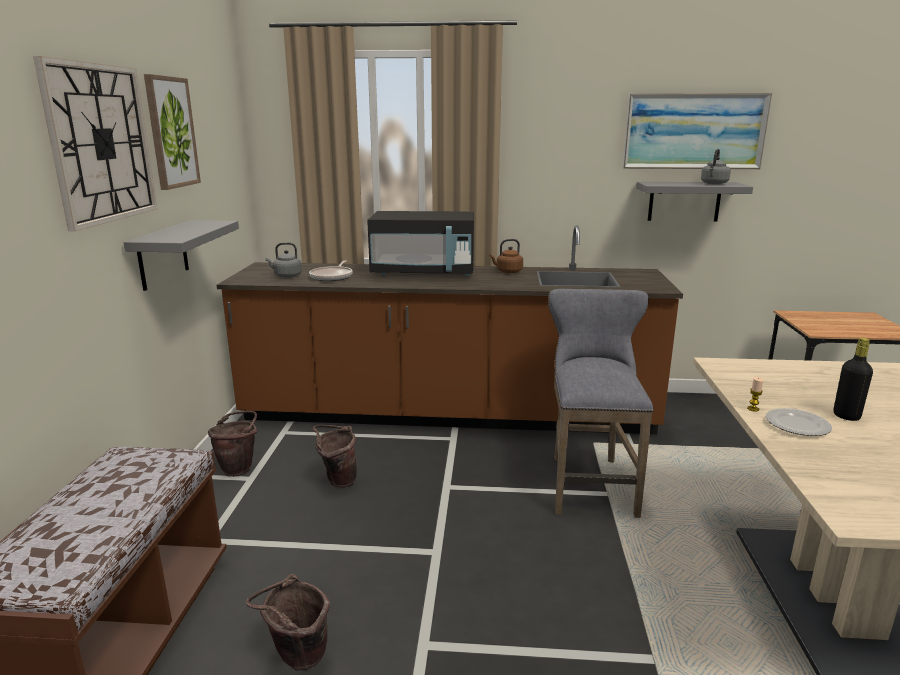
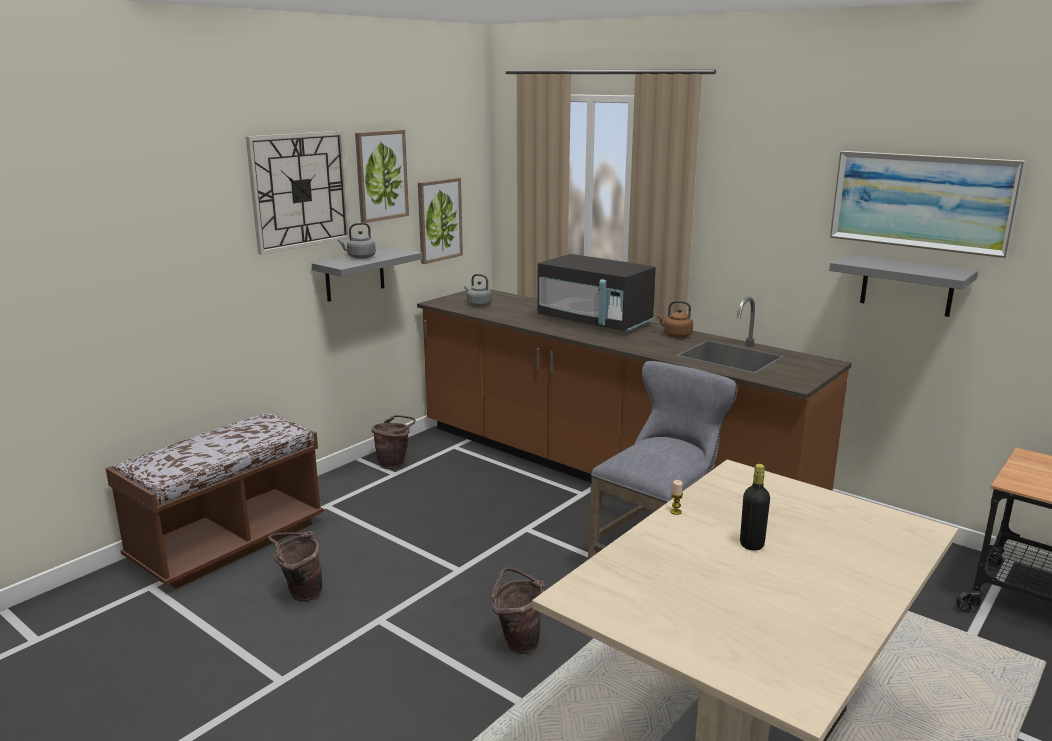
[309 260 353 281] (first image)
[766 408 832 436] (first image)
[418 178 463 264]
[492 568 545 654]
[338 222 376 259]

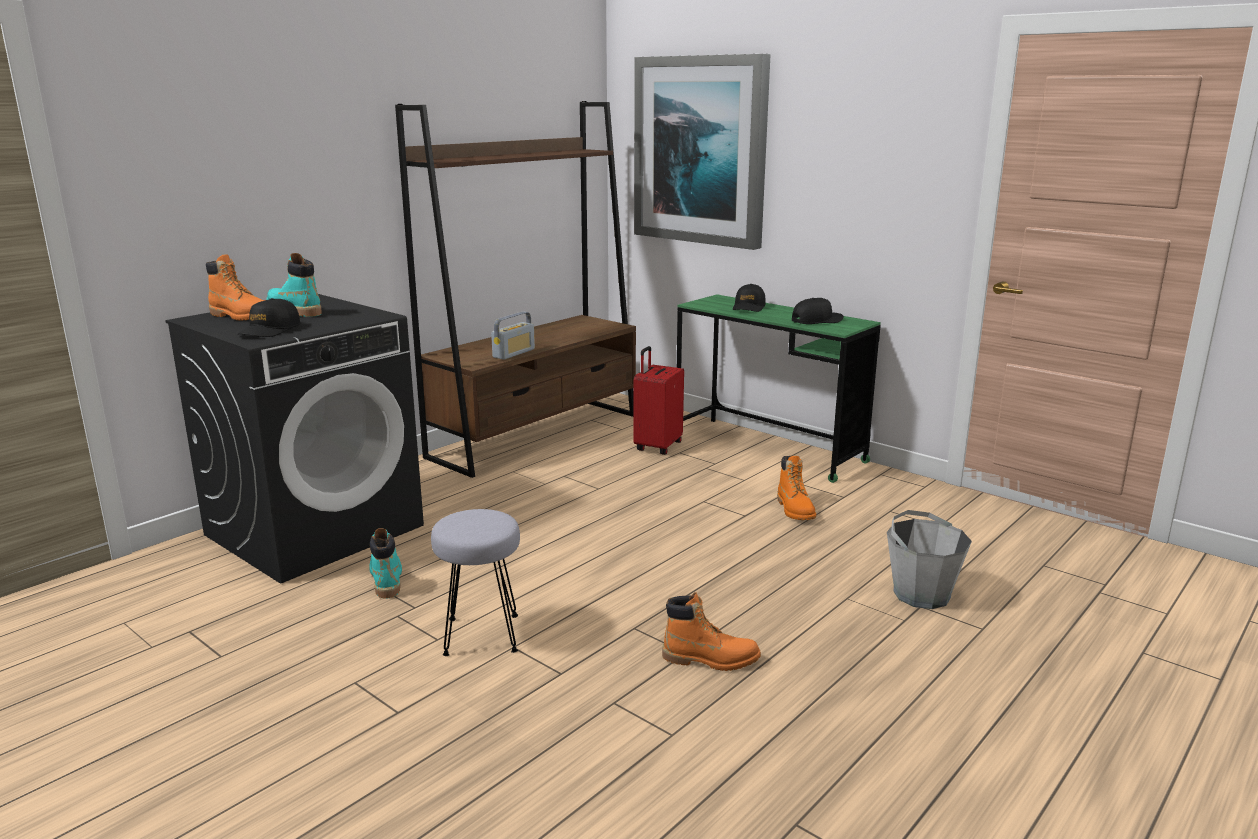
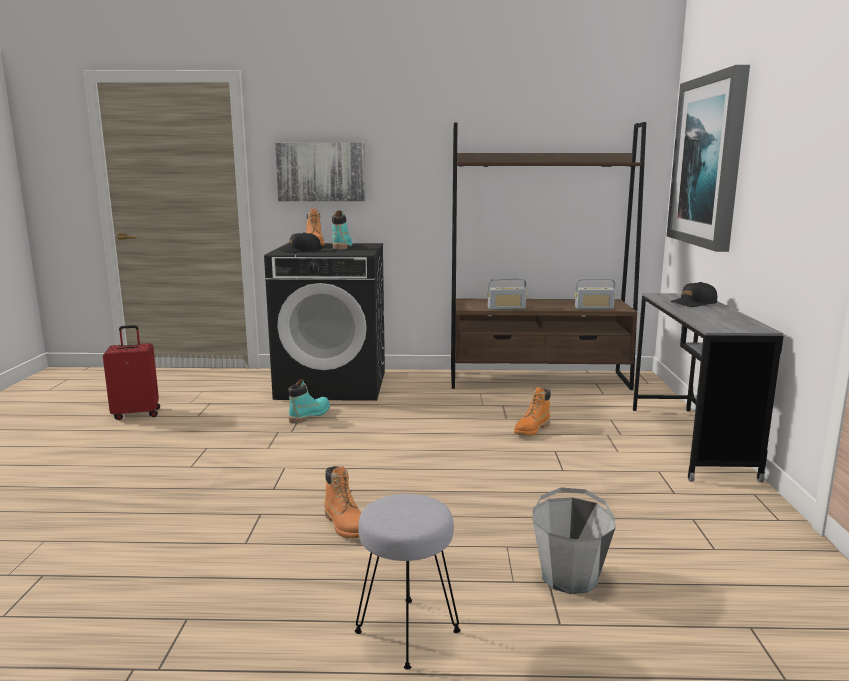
[792 298 844 324] (first image)
[275 143 366 201]
[575 279 615 309]
[355 494 460 669]
[103 325 160 420]
[514 387 551 435]
[633 293 784 482]

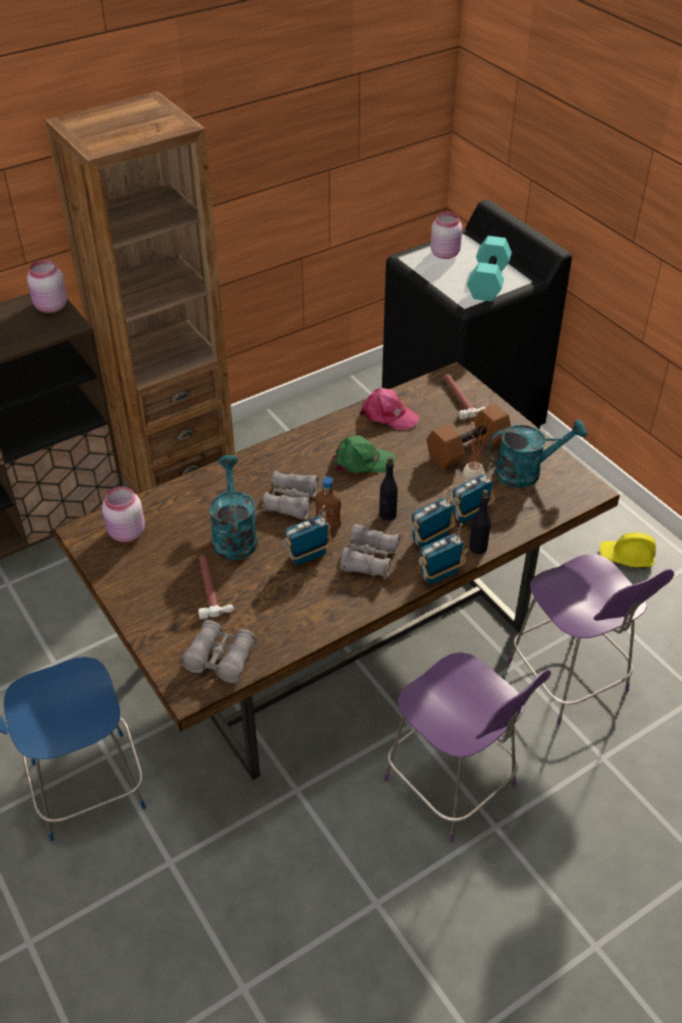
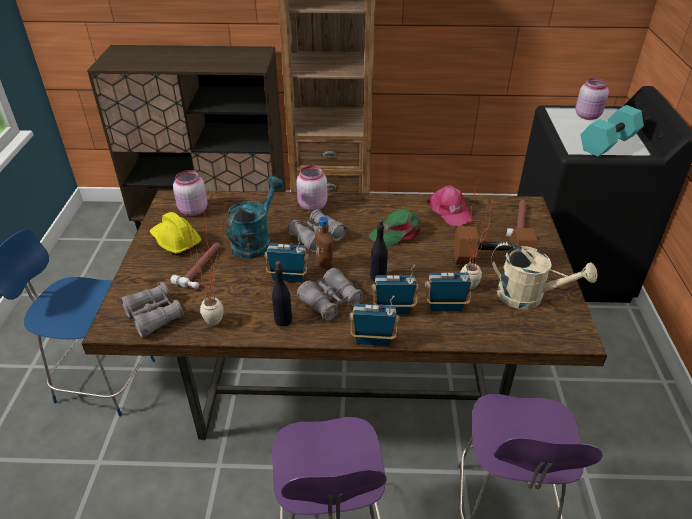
[187 207 224 326]
[296 166 328 211]
[272 261 292 327]
[150 212 201 255]
[491 241 597 309]
[368 209 421 247]

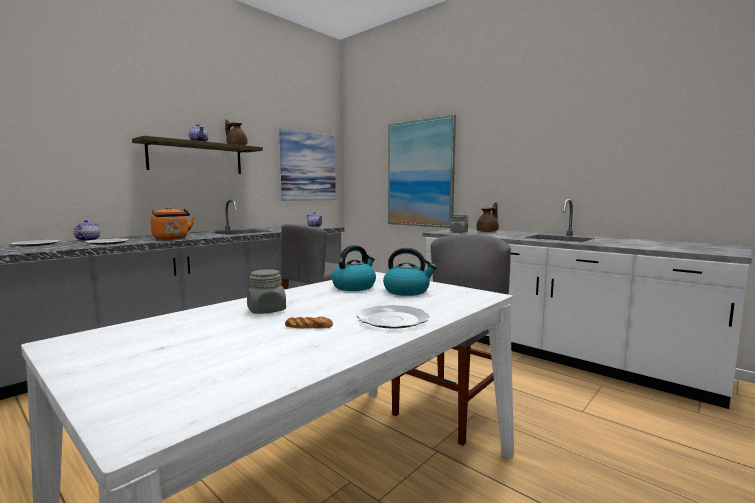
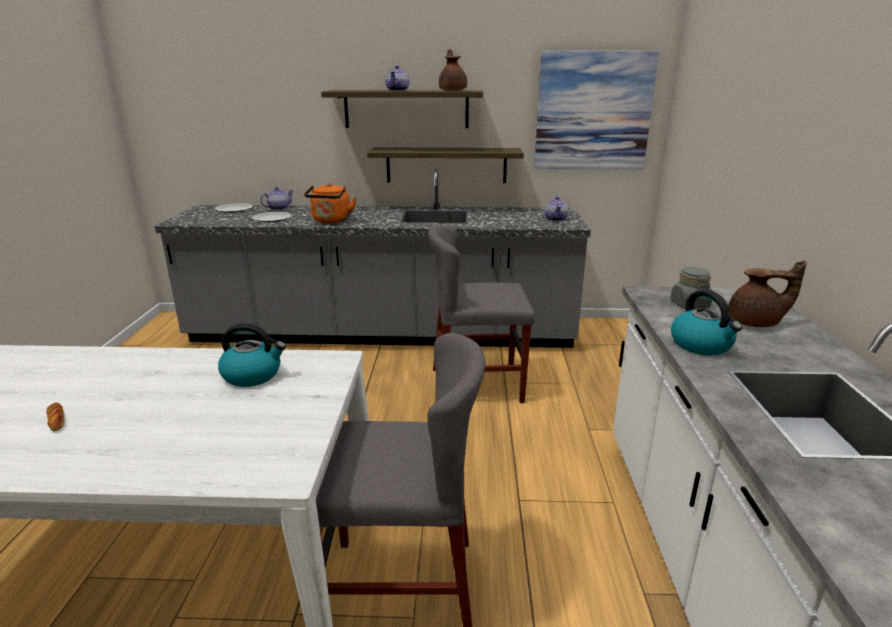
[247 269 286 314] (first image)
[357 305 429 329] (first image)
[388 115 456 228] (first image)
[367 147 524 183]
[671 290 742 355]

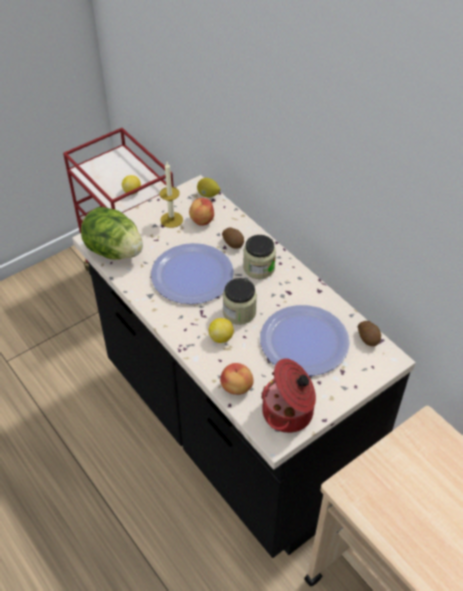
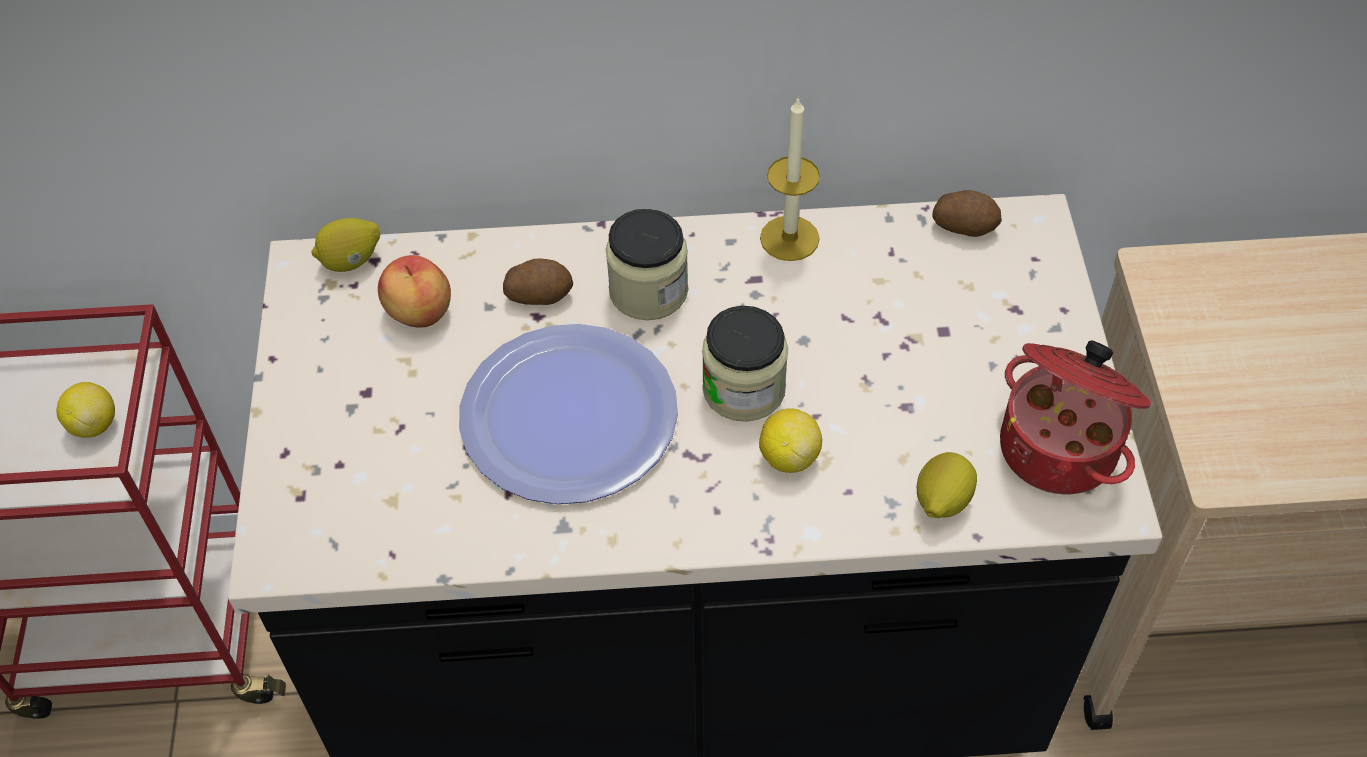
[81 207 143 260] (first image)
[260 305 350 376] (first image)
[760 96 820 261]
[917 452 977 518]

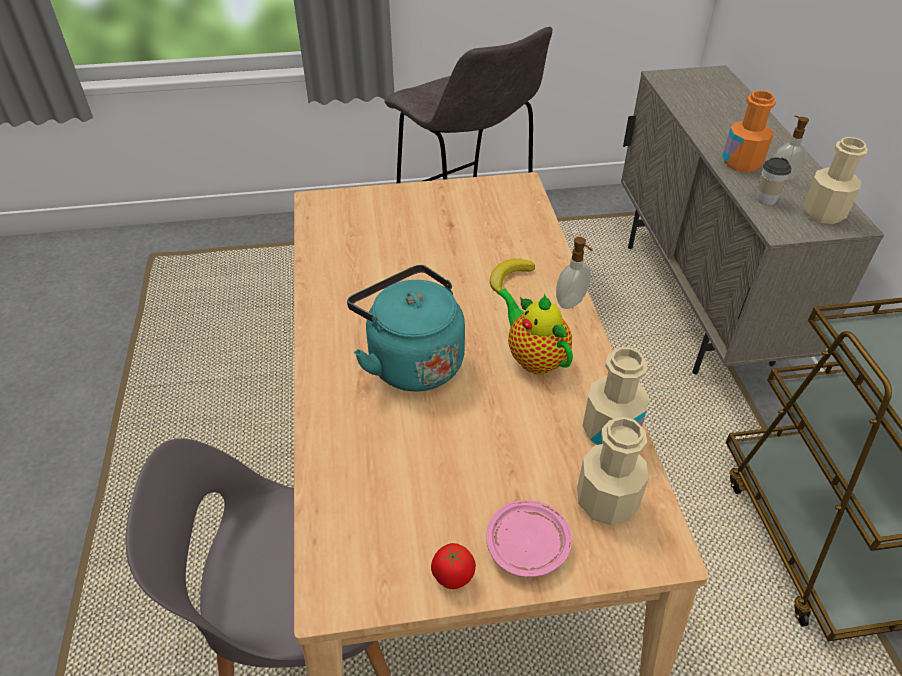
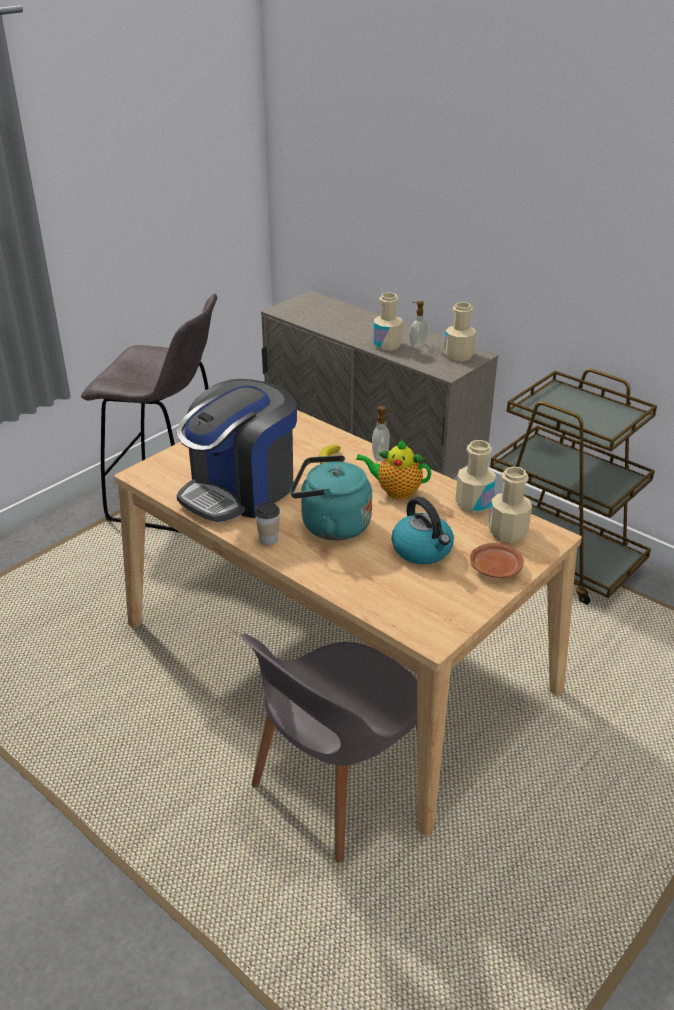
[431 543 476 589] (first image)
[176 379 297 522]
[391 497 454 565]
[255 501 280 545]
[470 543 524 578]
[373 293 403 351]

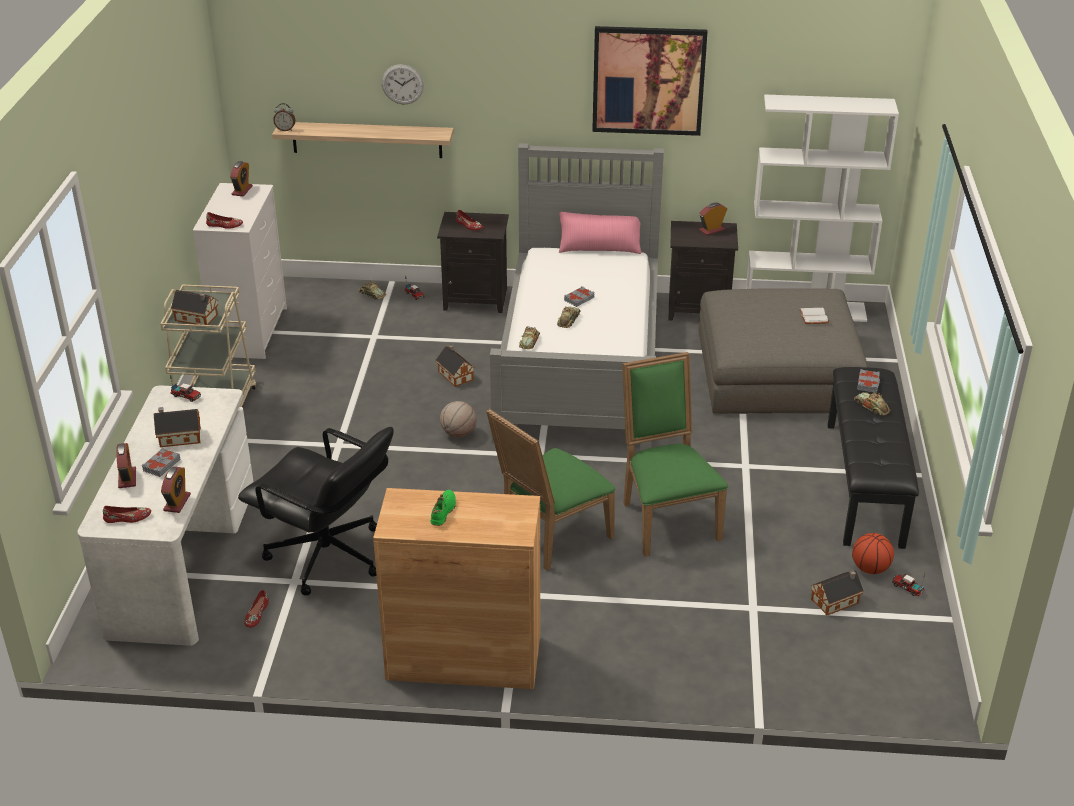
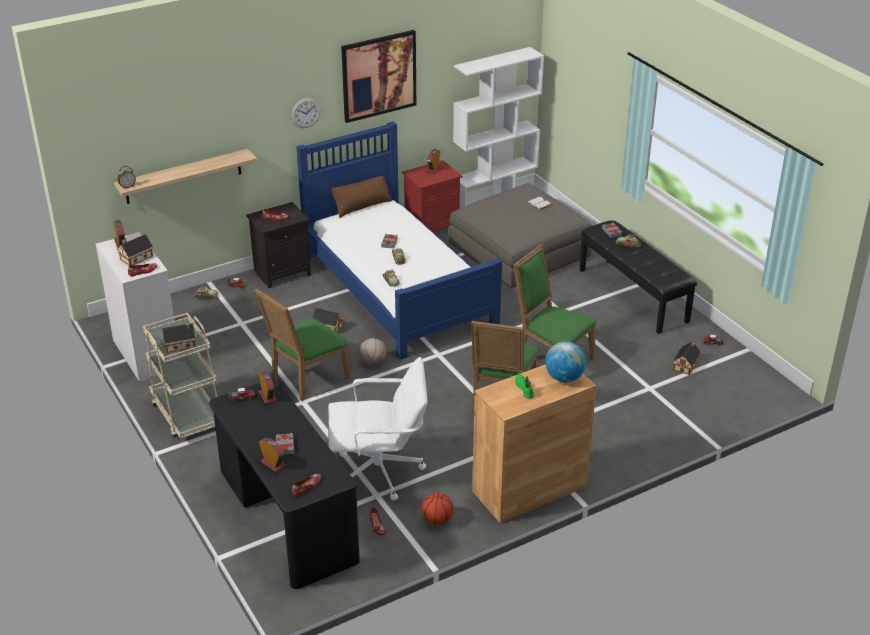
[254 288 351 401]
[545 341 586 382]
[118 234 153 265]
[259 371 277 404]
[291 98 321 128]
[422 493 454 525]
[209 379 360 589]
[328 357 428 500]
[296 121 502 360]
[331 176 392 218]
[402 160 462 232]

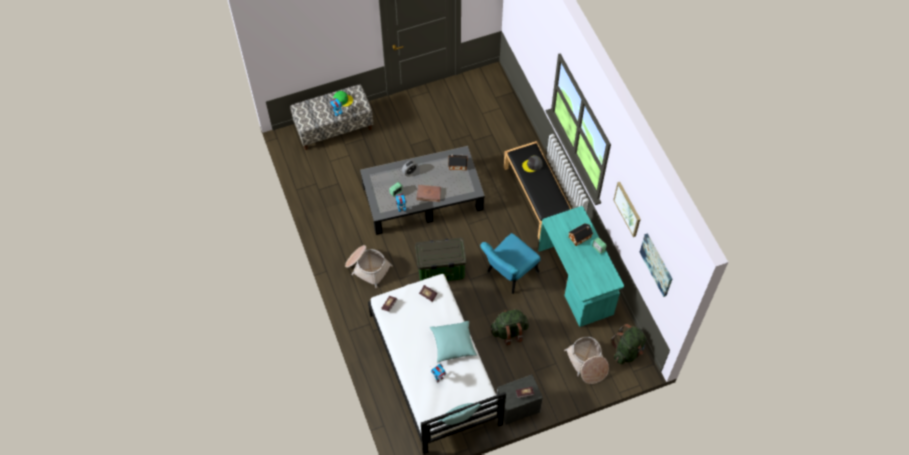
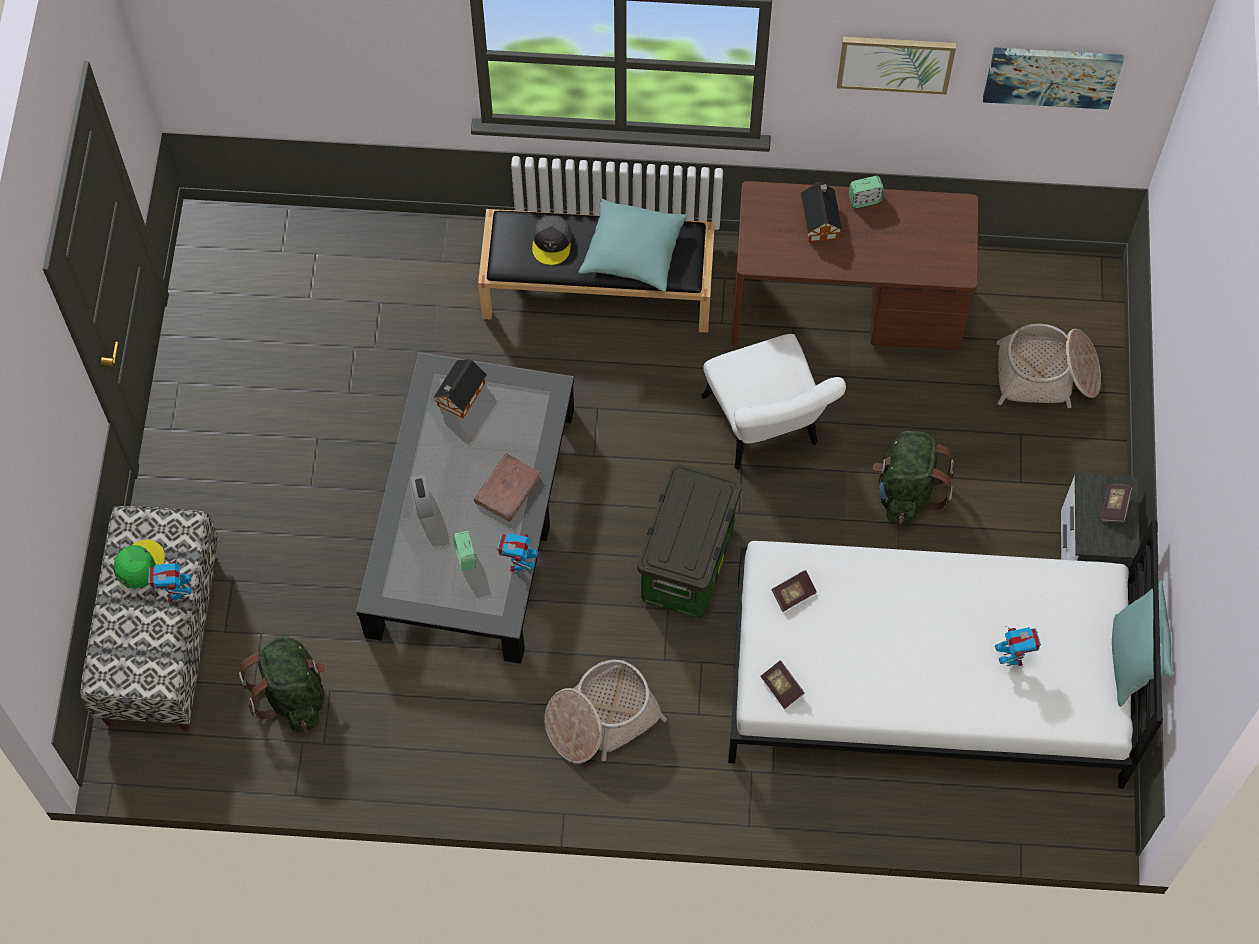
[578 199 687 292]
[239 637 326 733]
[701 334 846 470]
[732 181 978 350]

